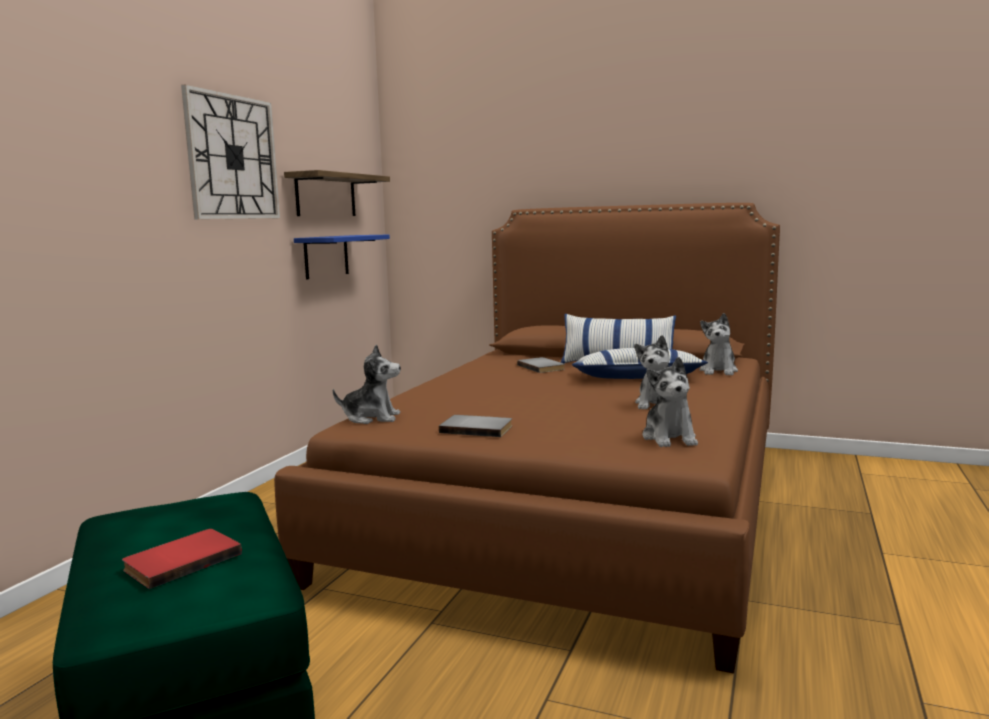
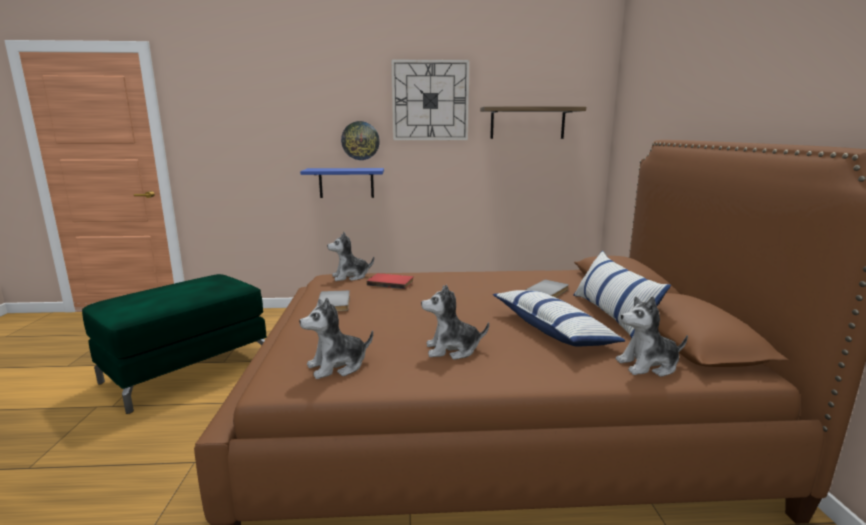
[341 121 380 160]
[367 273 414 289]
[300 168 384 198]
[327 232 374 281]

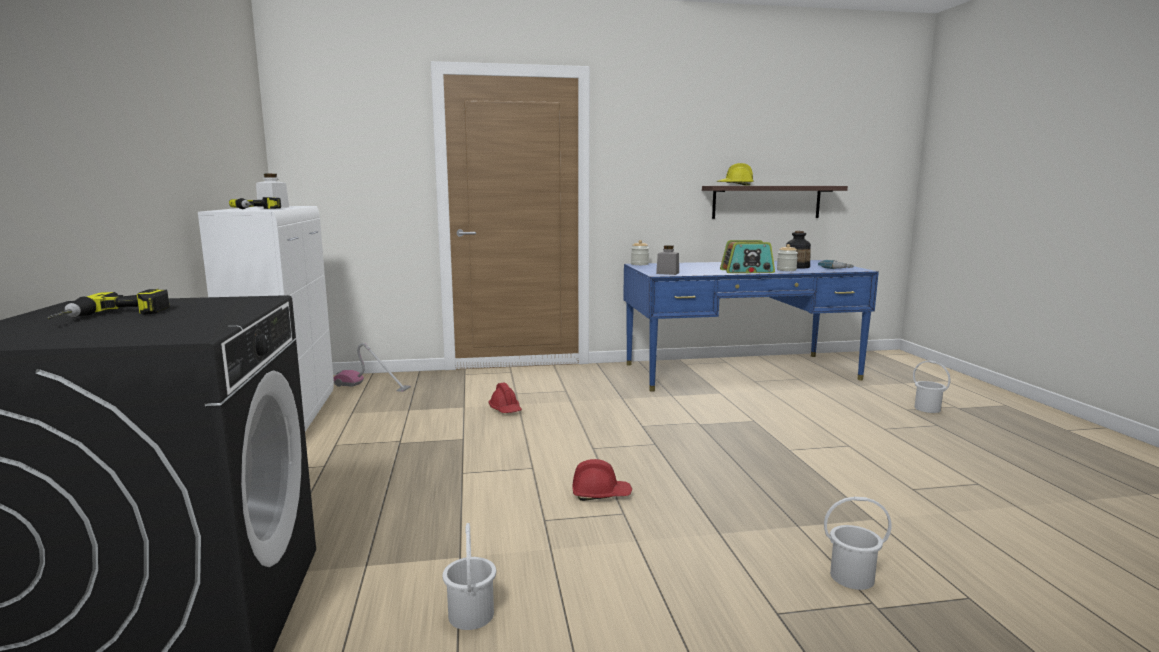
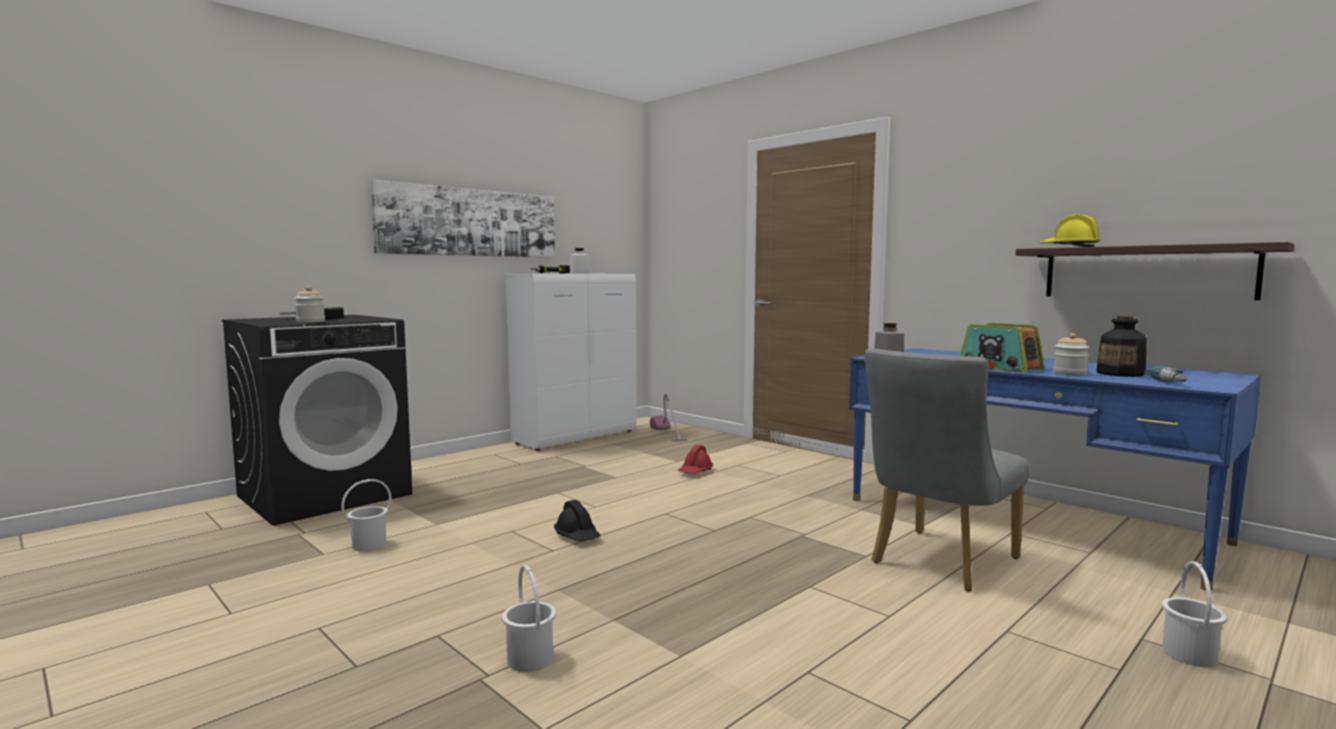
[371 180 555 257]
[864 348 1030 592]
[295 286 325 323]
[554 500 601 541]

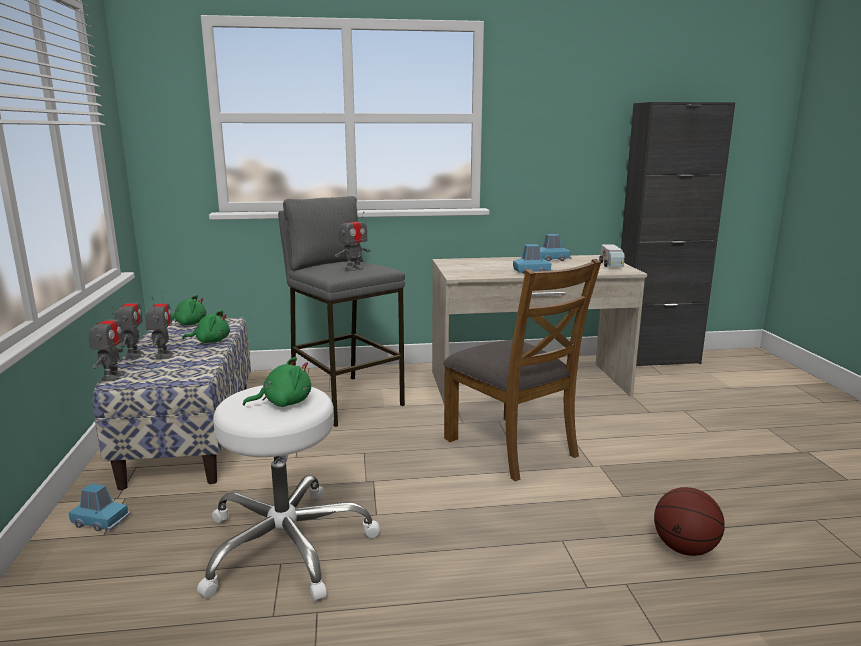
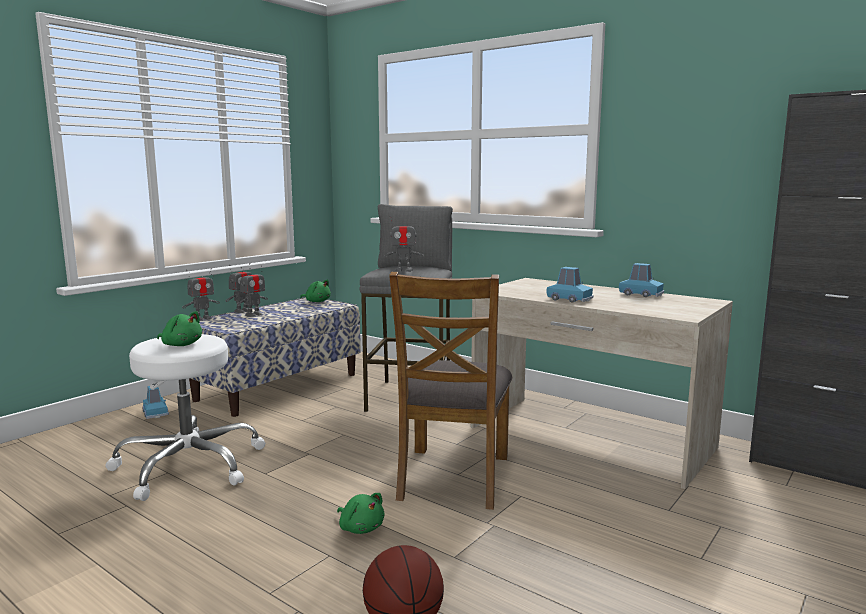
[599 245 625 267] (first image)
[337 493 384 534]

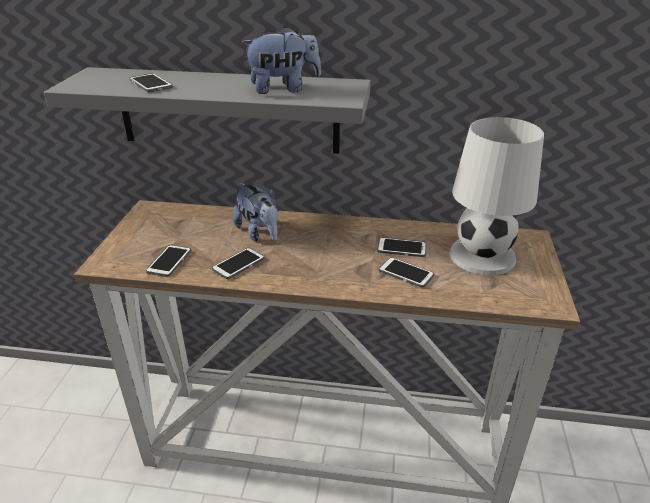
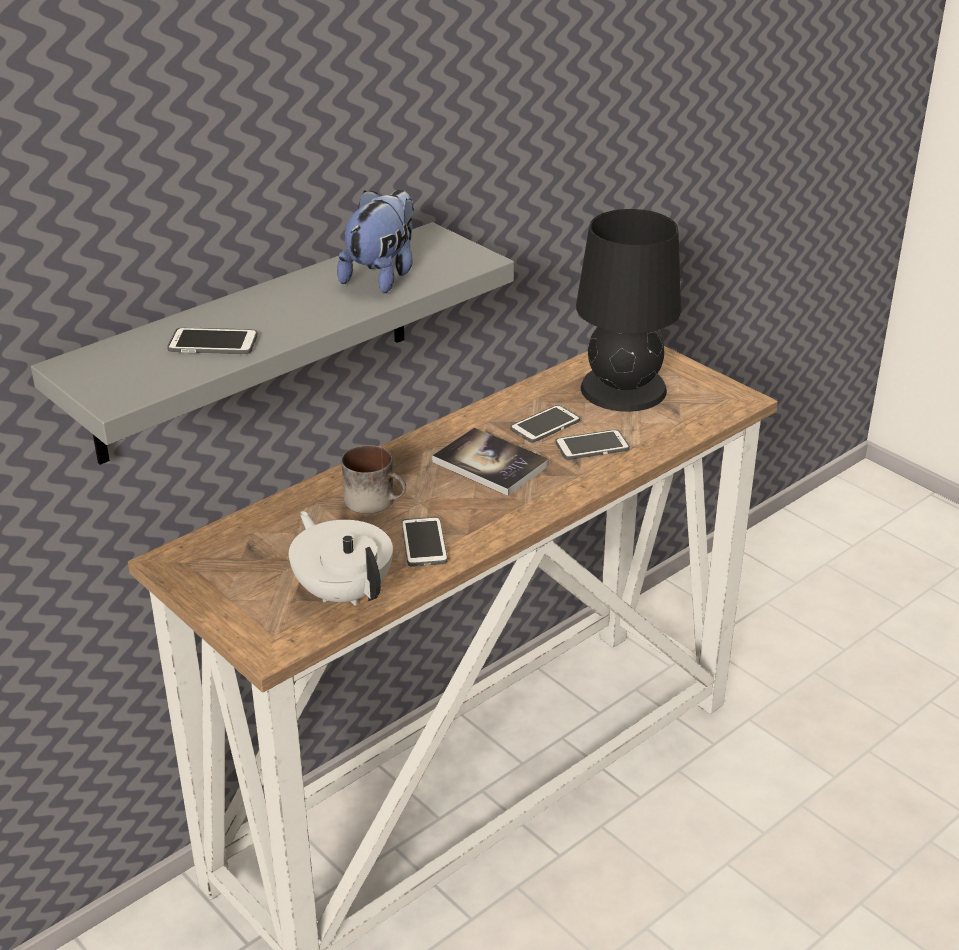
[432 428 549 496]
[289 511 393 606]
[342 445 406 514]
[576 209 681 412]

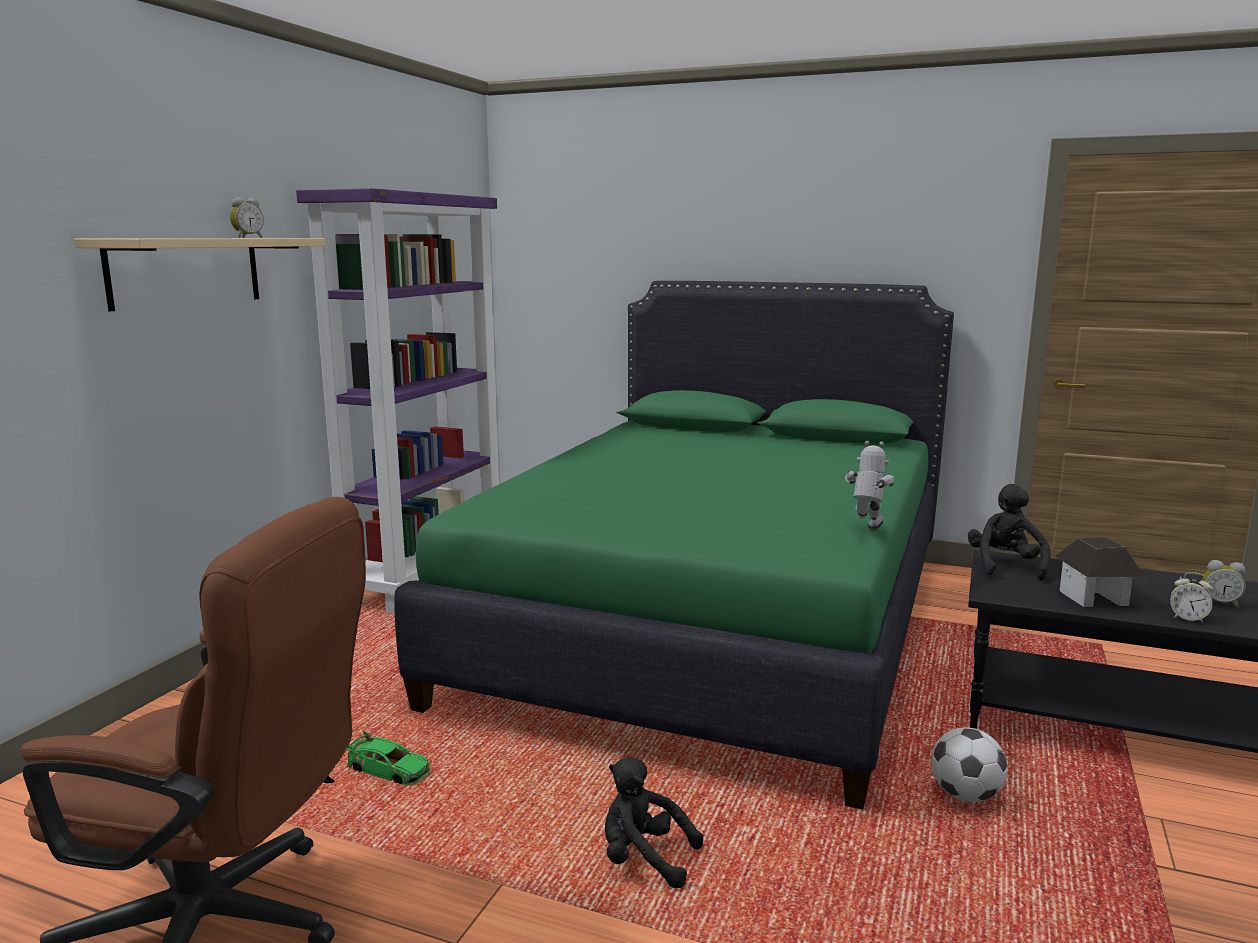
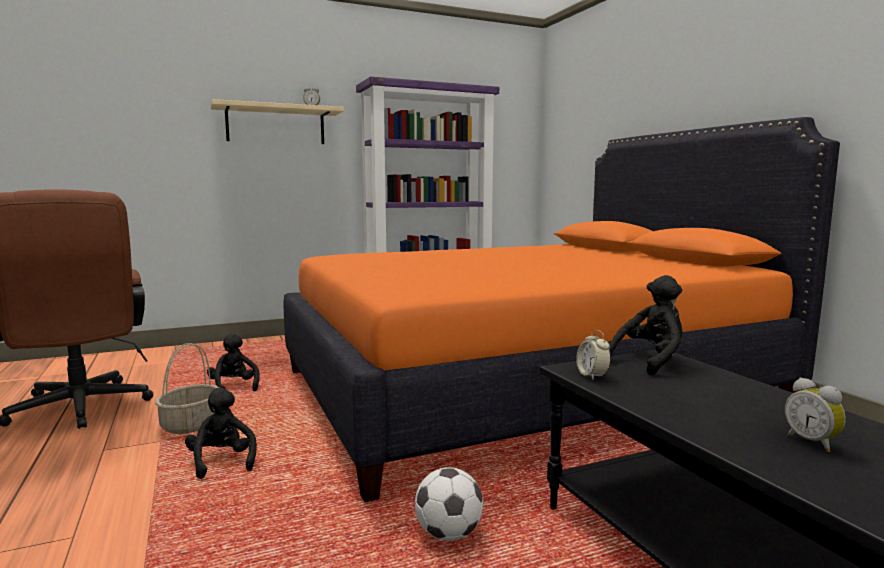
[845 441 894 530] (first image)
[1055 537 1144 607] (first image)
[155 343 219 434]
[576 330 611 380]
[207 333 260 391]
[283 117 840 502]

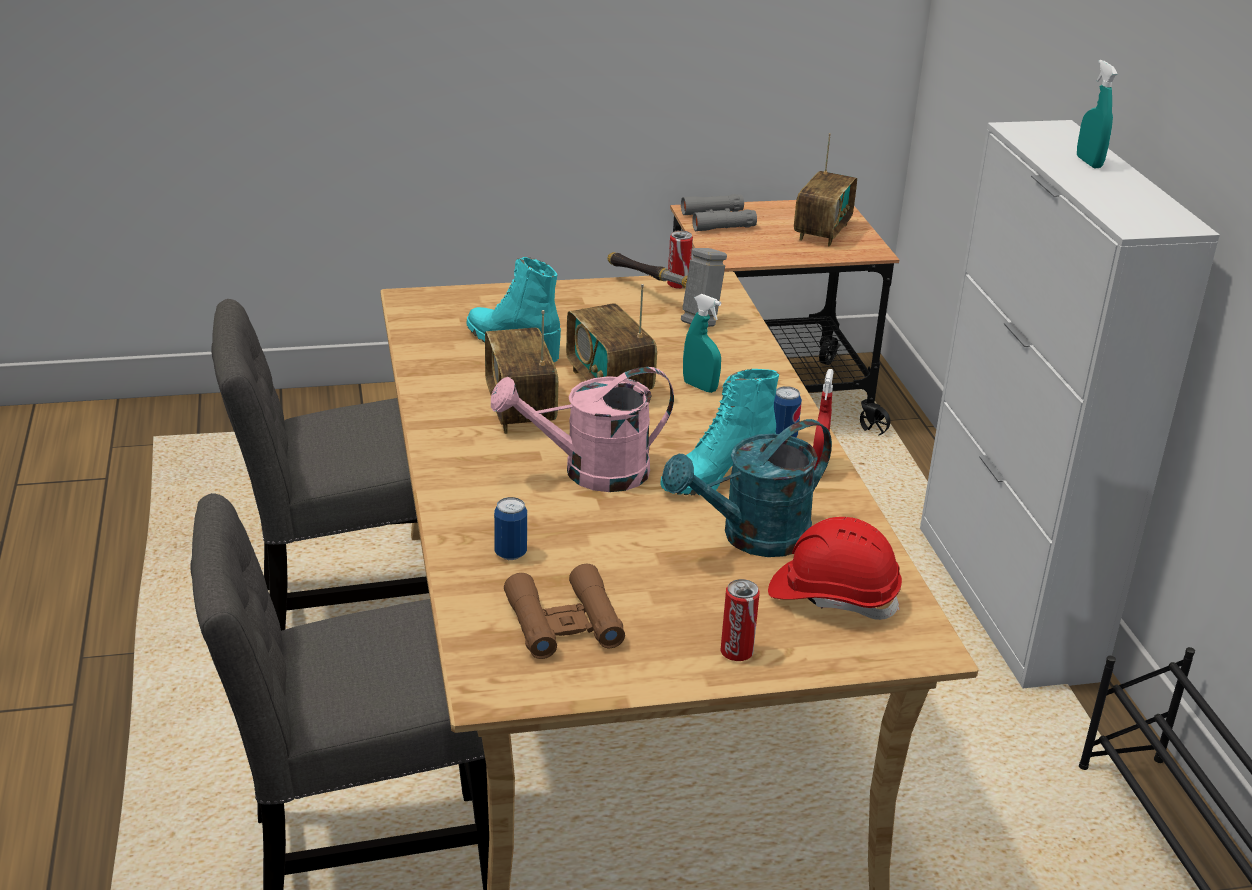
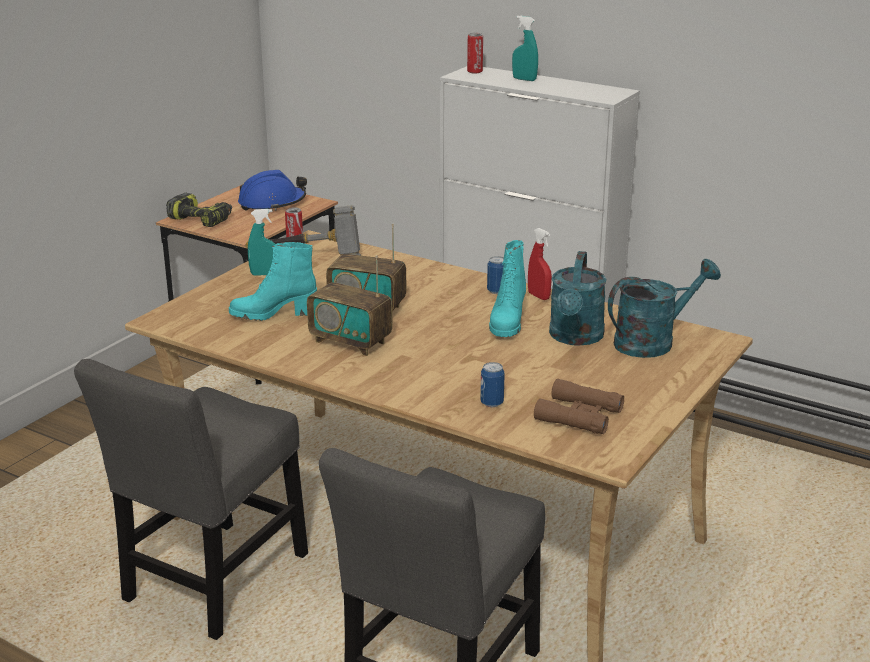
[491 367 674 492] (first image)
[248 209 275 276]
[467 33 483 74]
[166 193 232 227]
[608 259 721 358]
[238 170 307 211]

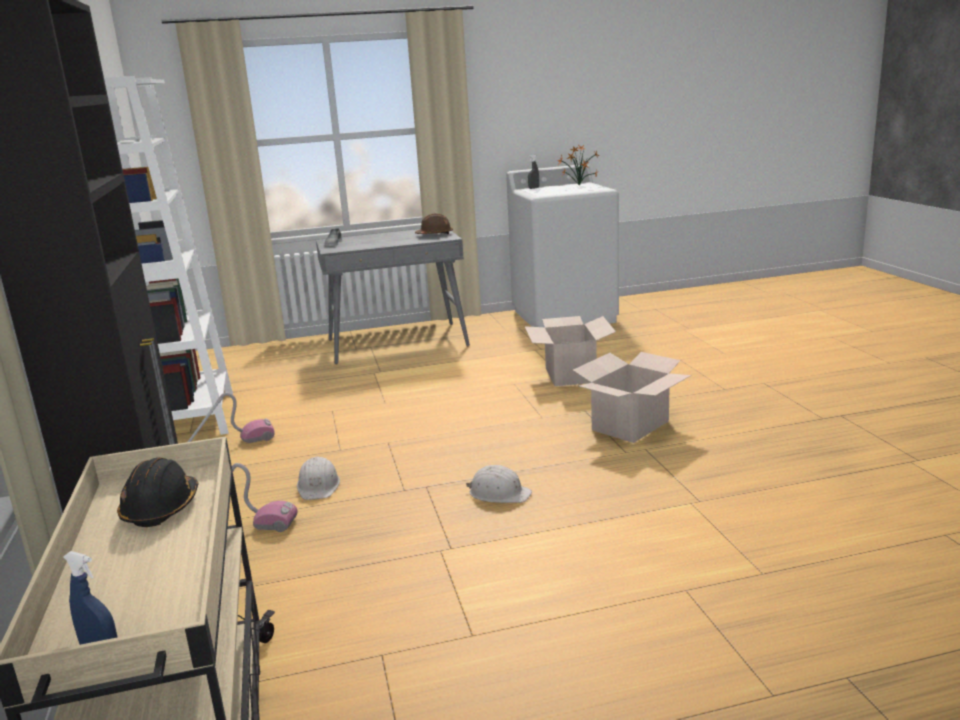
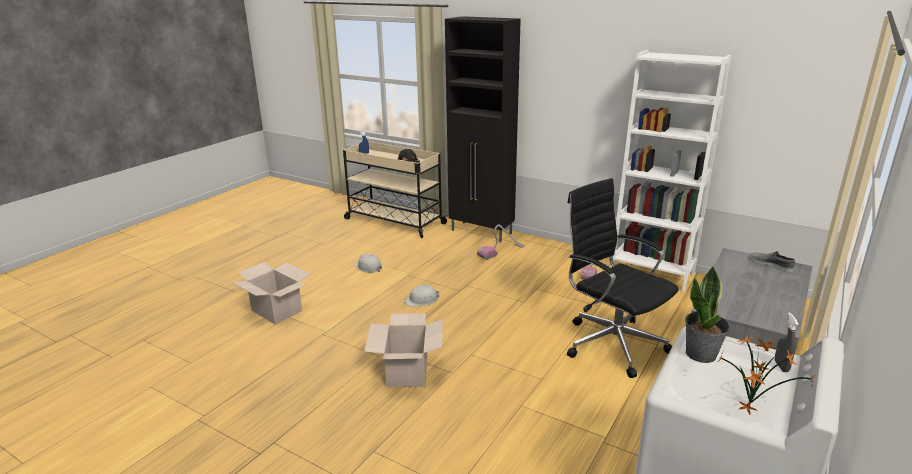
[415 213 453 235] (first image)
[567 178 679 378]
[685 267 730 363]
[354 254 382 273]
[233 262 311 324]

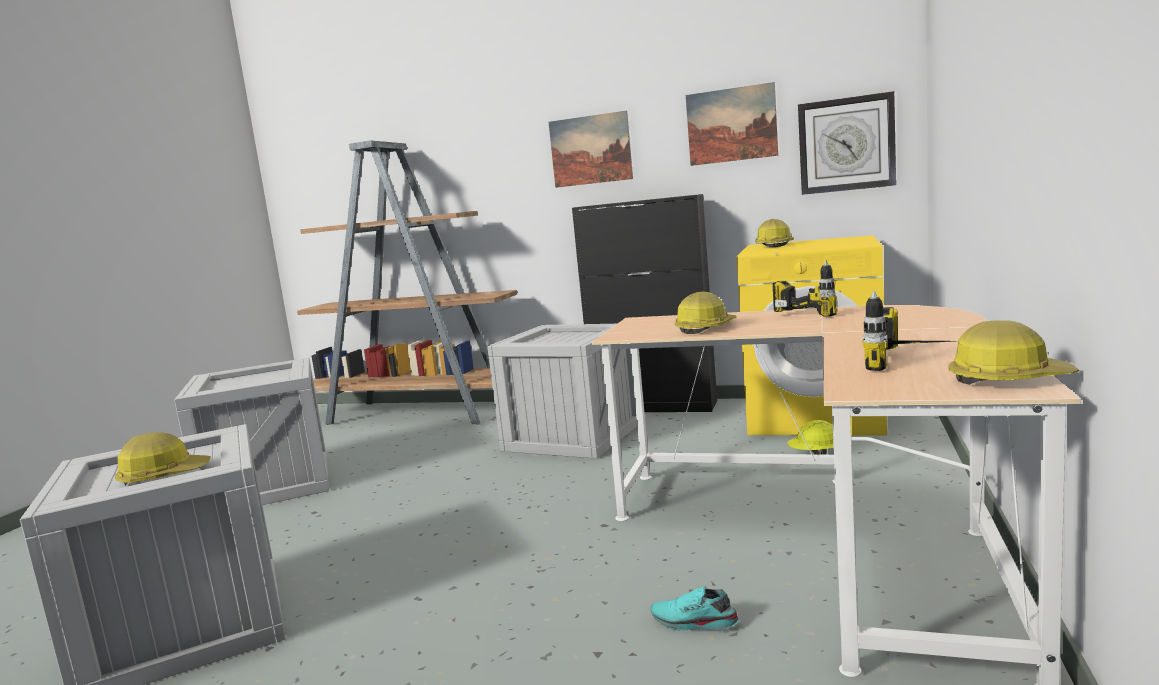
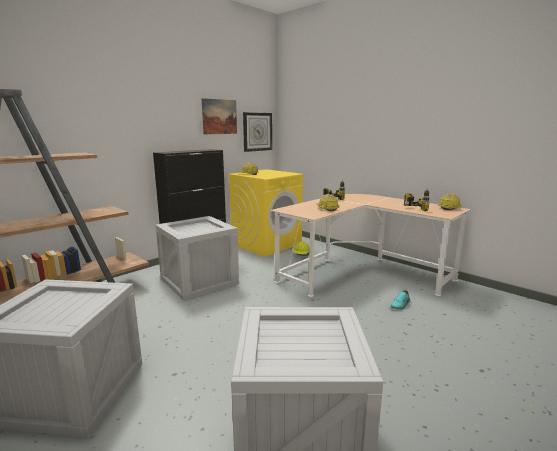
[115 432 211 486] (first image)
[549 111 633 188] (first image)

